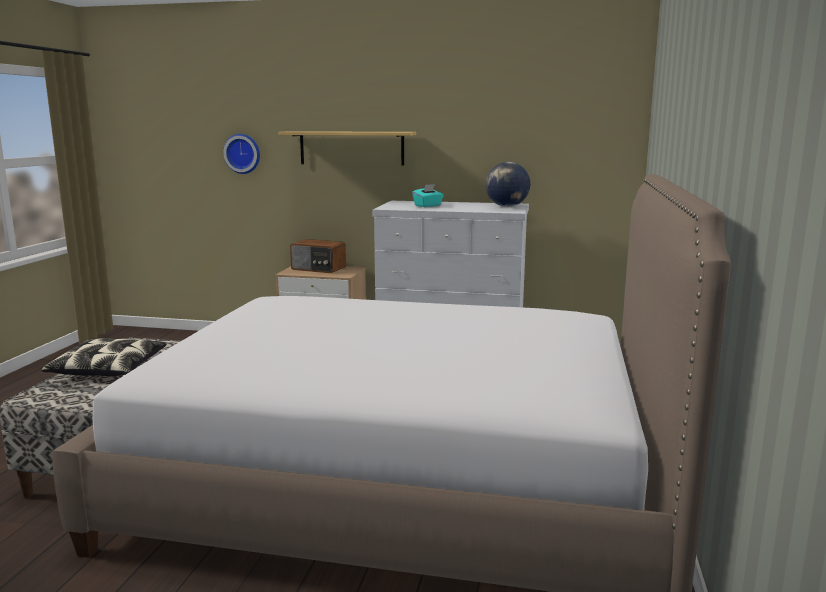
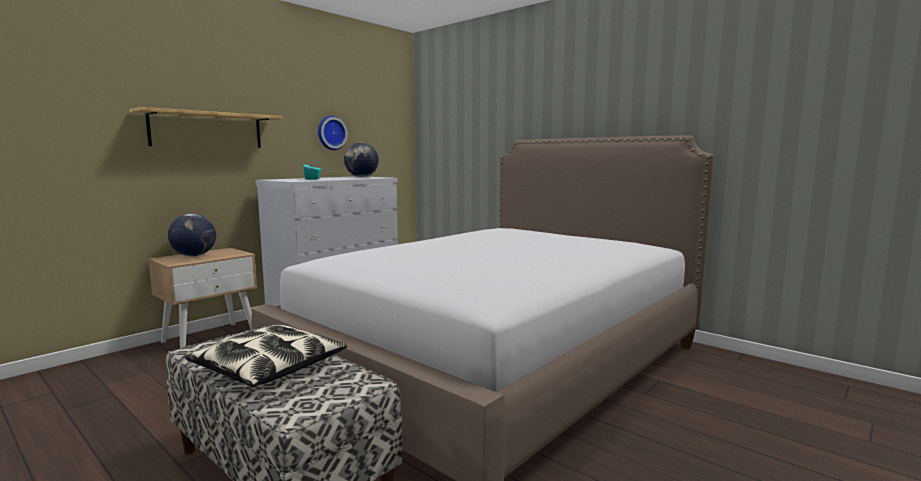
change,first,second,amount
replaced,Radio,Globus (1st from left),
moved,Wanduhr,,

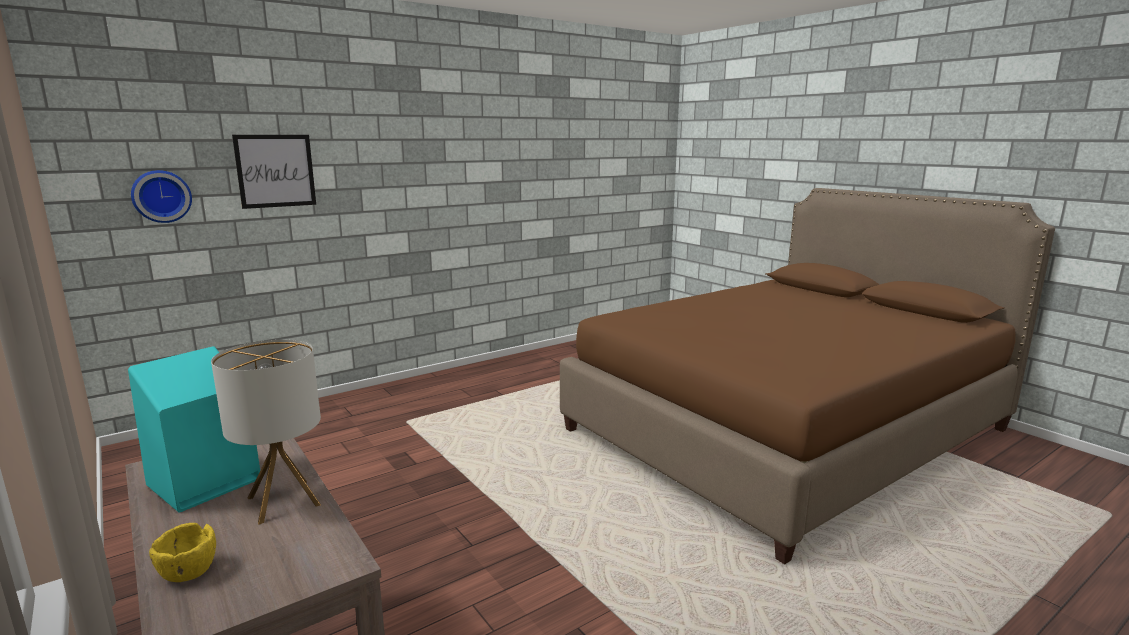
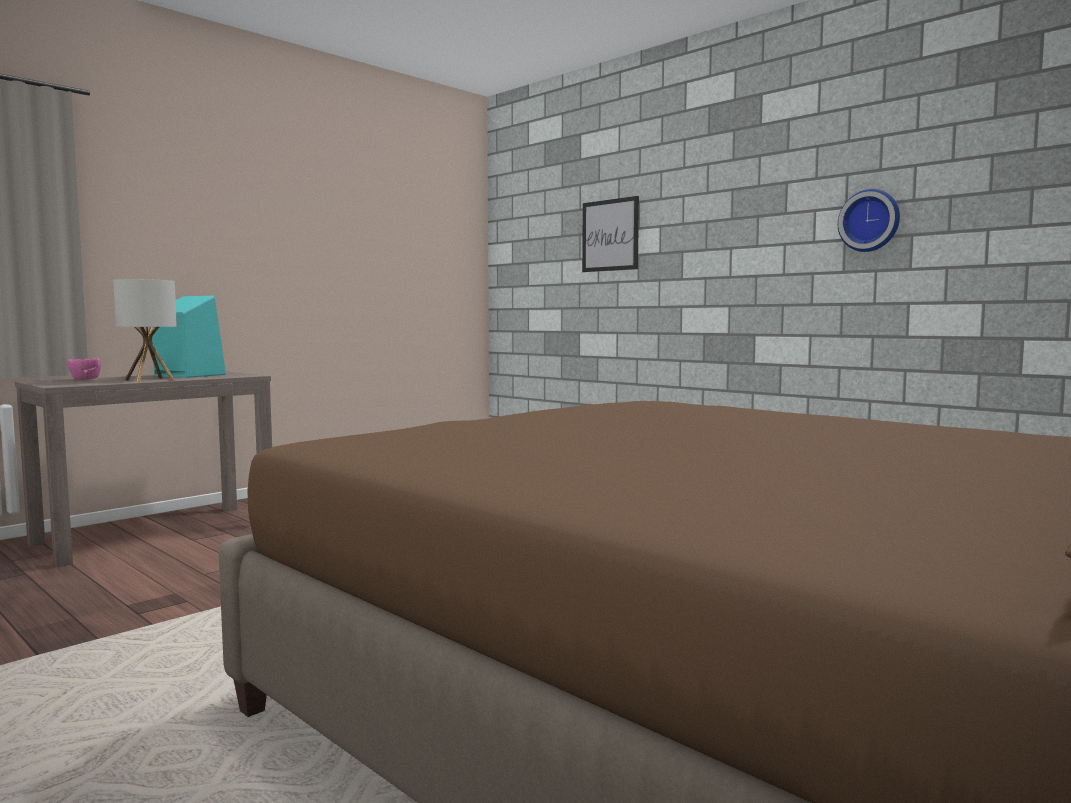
change,first,second,amount
recoloured,Schüssel [gelb],Schüssel [rosa],
moved,Wanduhr,,

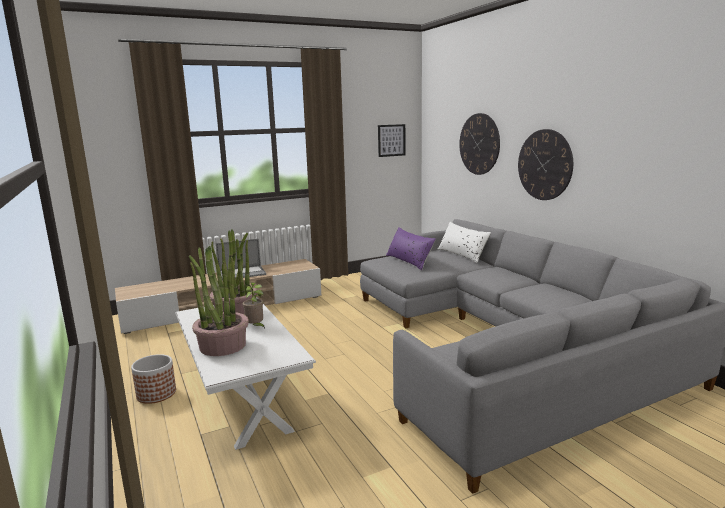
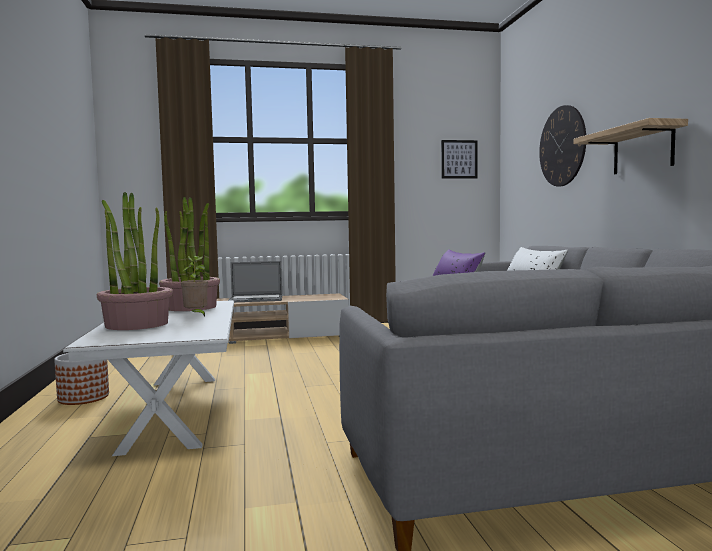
change,first,second,amount
replaced,Wanduhr (2nd from left),Wandregal,

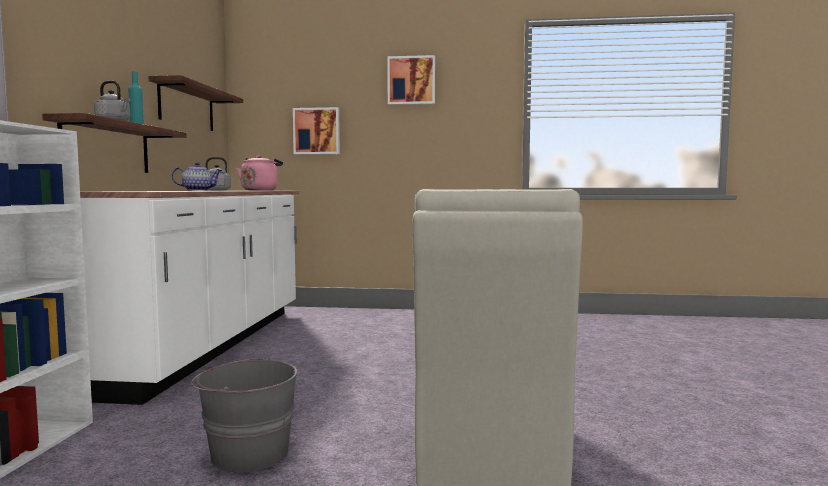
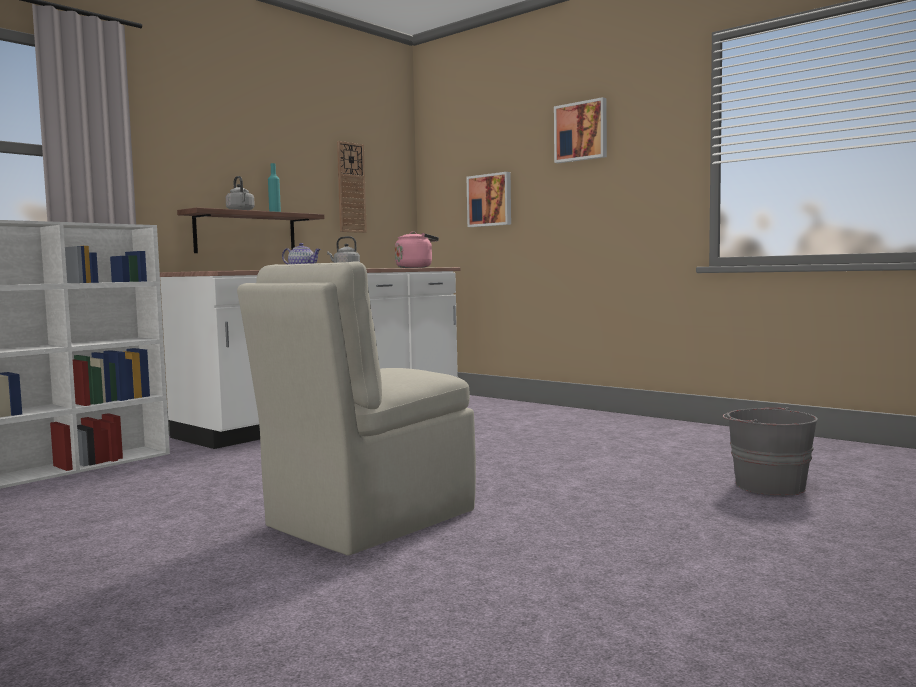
change,first,second,amount
replaced,Wandregal (2nd from left),Wanduhr,
moved,Eimer [grau],,

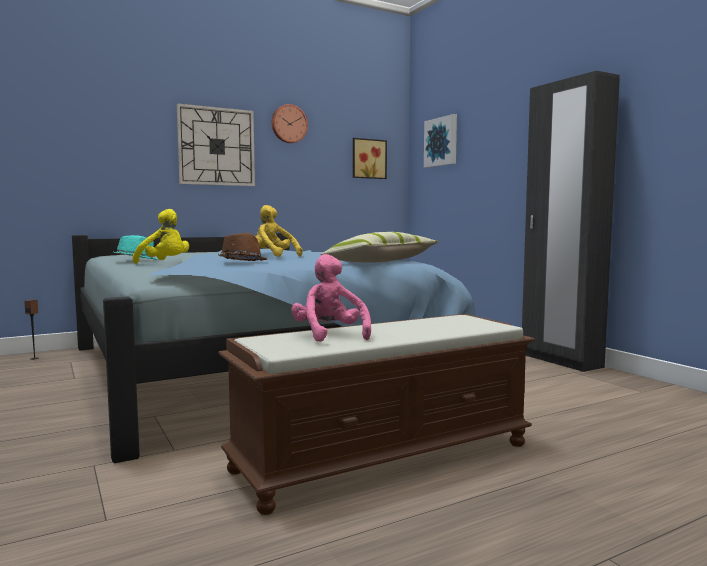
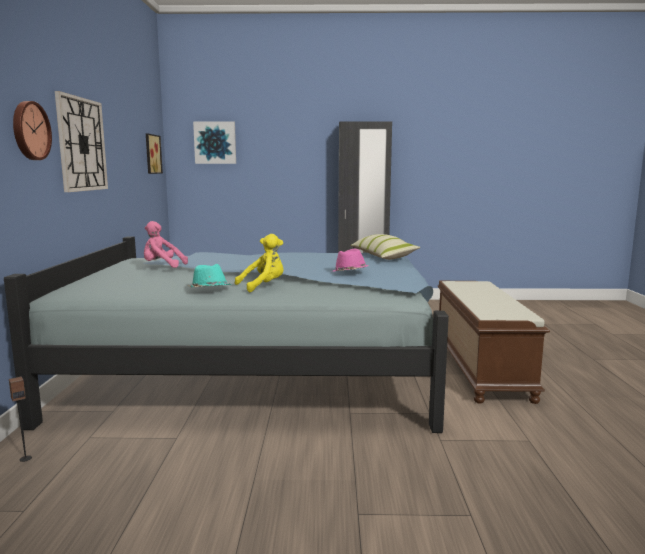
change,first,second,amount
moved,Wanduhr (2nd from left in the first image),Wanduhr (1st from left),
moved,Plüschtier [rosa],,
recoloured,Hut [braun],Hut [rosa],
removed,Plüschtier [gelb] (2nd from left),,

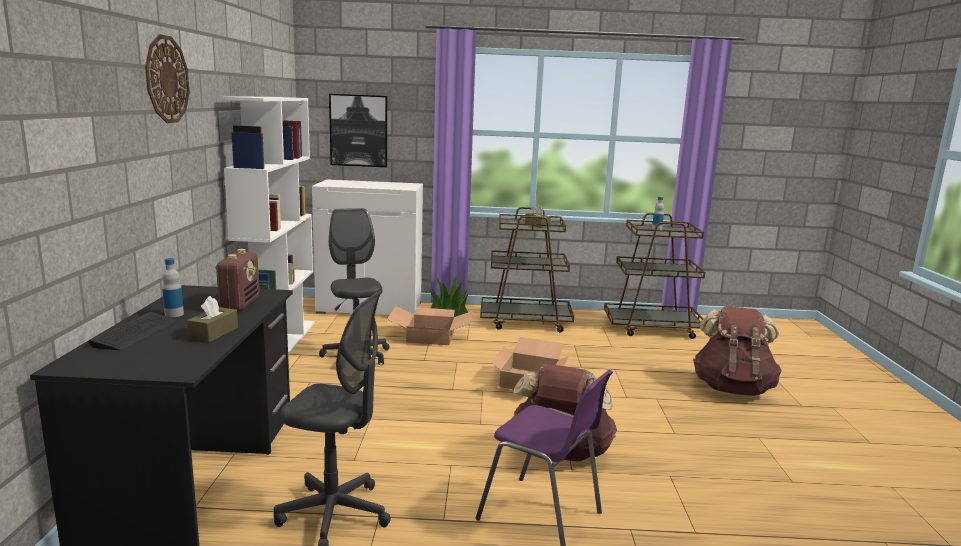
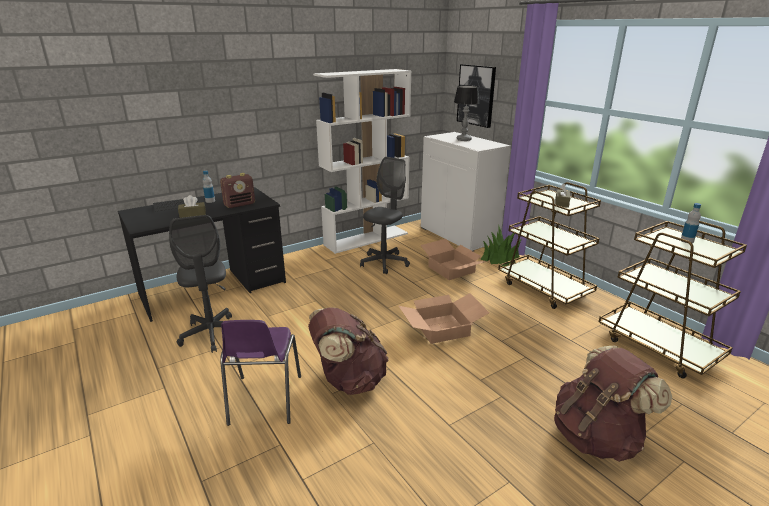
change,first,second,amount
added,,Tischlampe,
removed,Wanduhr,,

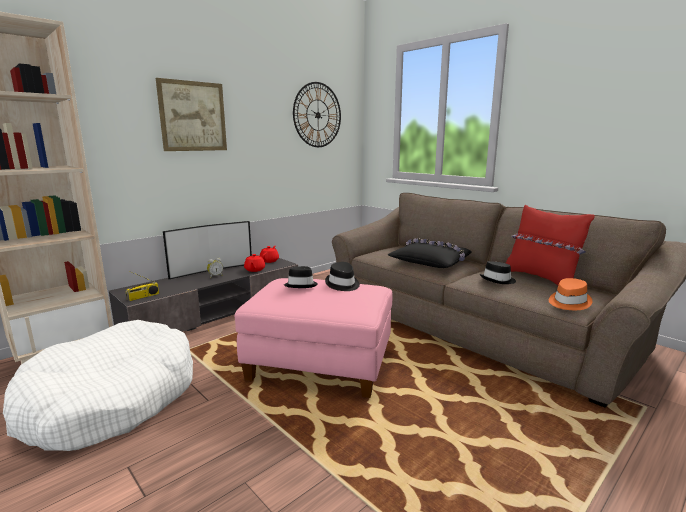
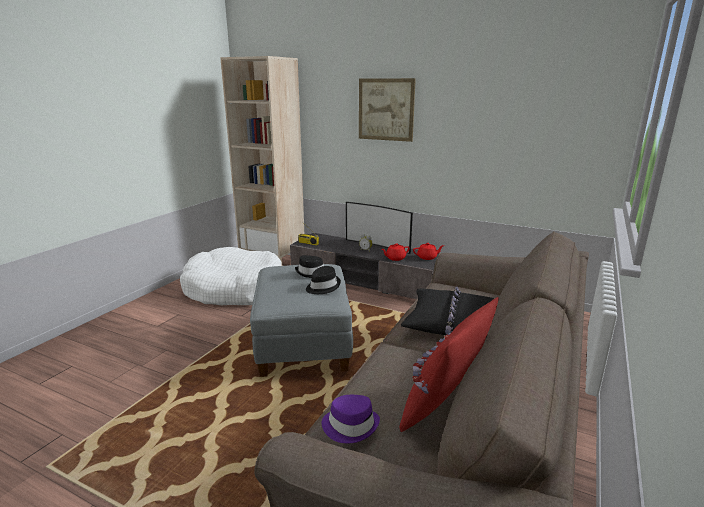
change,first,second,amount
recoloured,Polsterhocker [rosa],Polsterhocker [grau],
recoloured,Hut [orange],Hut [lila],
removed,Wanduhr,,
removed,Hut [schwarz] (3rd from left),,

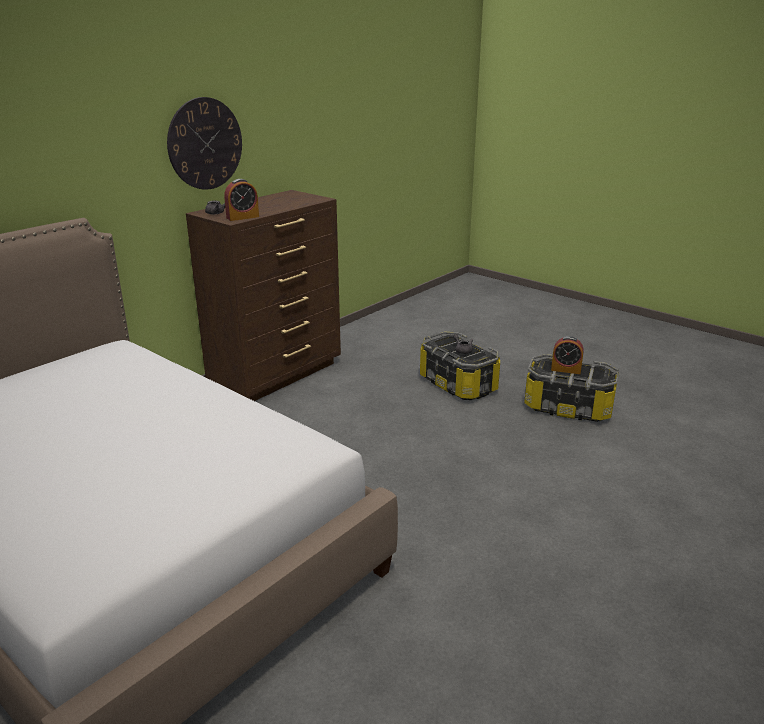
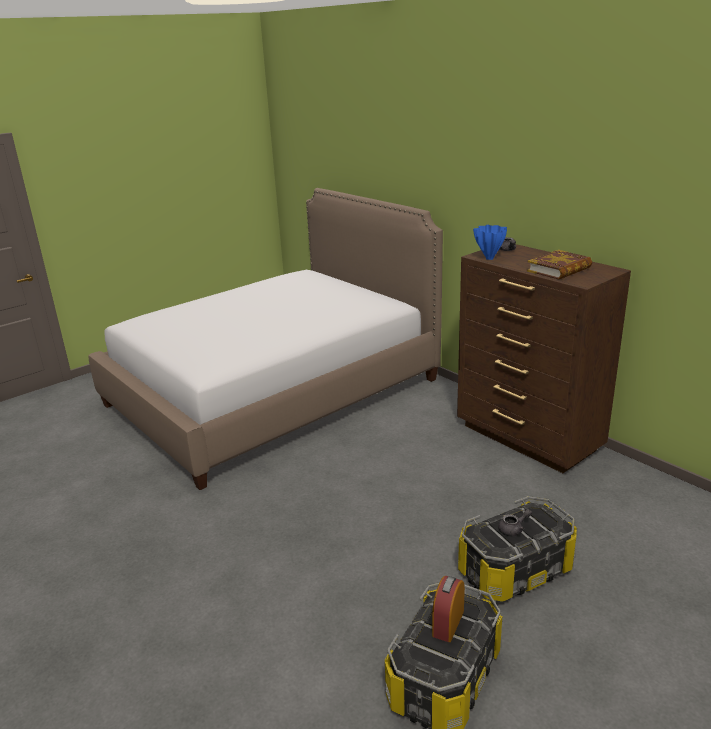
change,first,second,amount
replaced,Wecker (1st from left),Vase [blau],
added,,Buch,
removed,Wanduhr,,

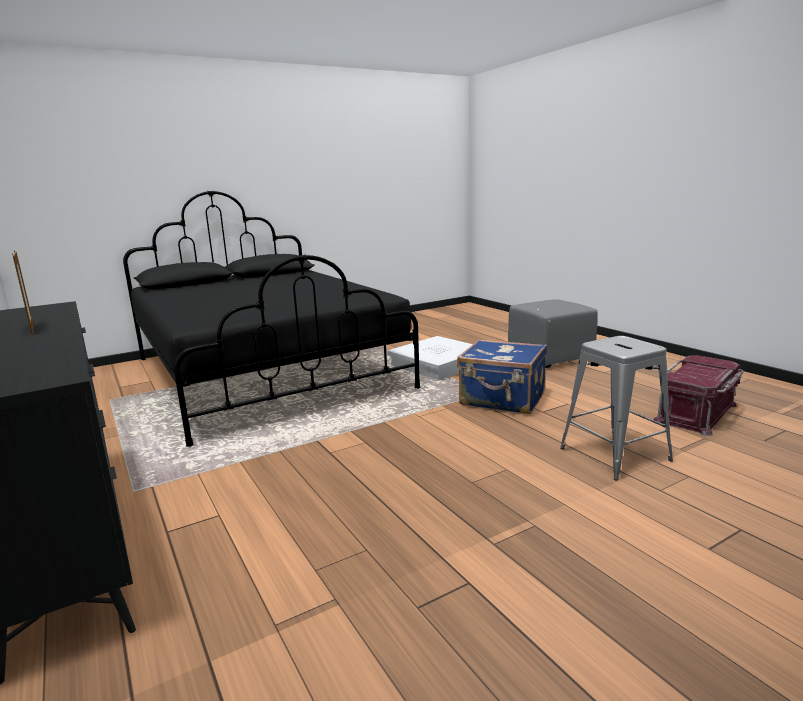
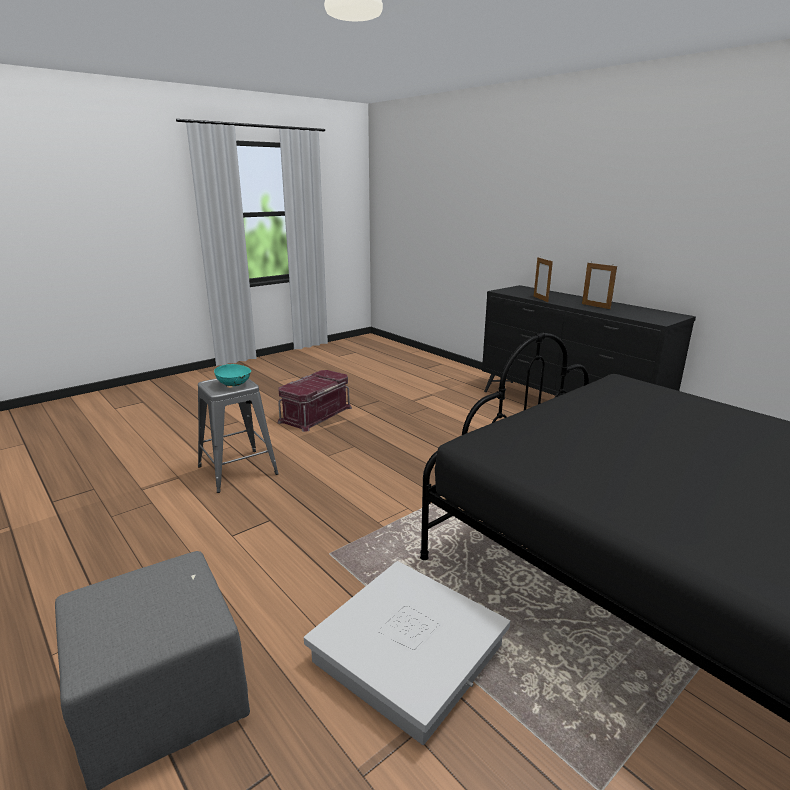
change,first,second,amount
added,,Schüssel [türkis],
moved,Aufbewahrungsbox [rot],,
added,,Bilderrahmen (1st from left),
removed,Koffer [blau],,

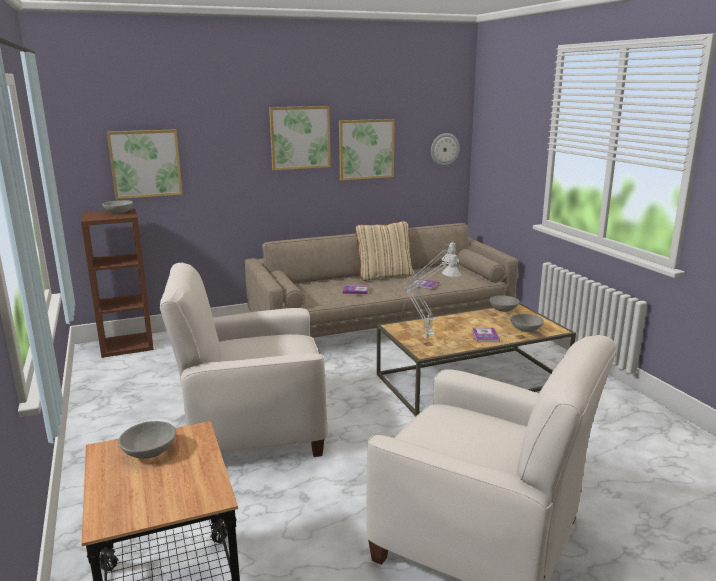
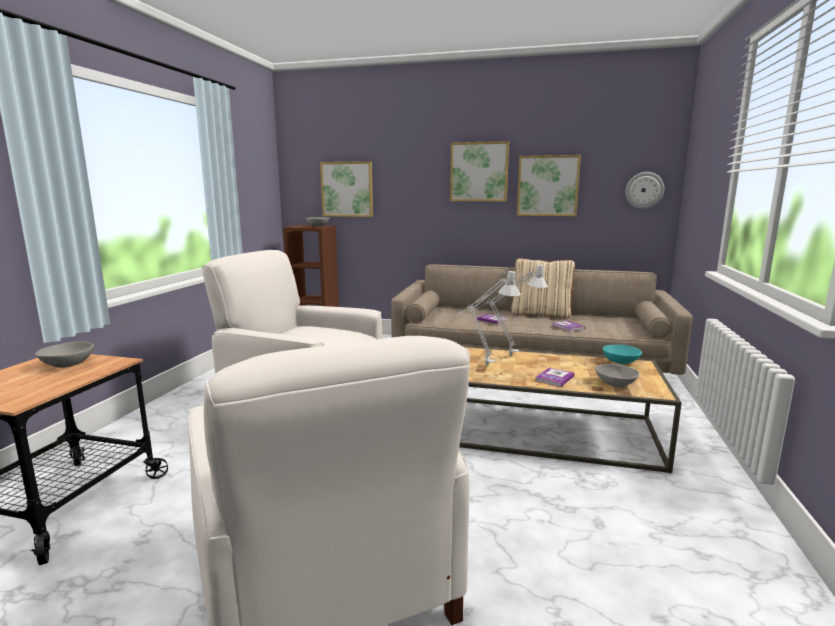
change,first,second,amount
recoloured,Schüssel [grau] (3rd from left),Schüssel [türkis],

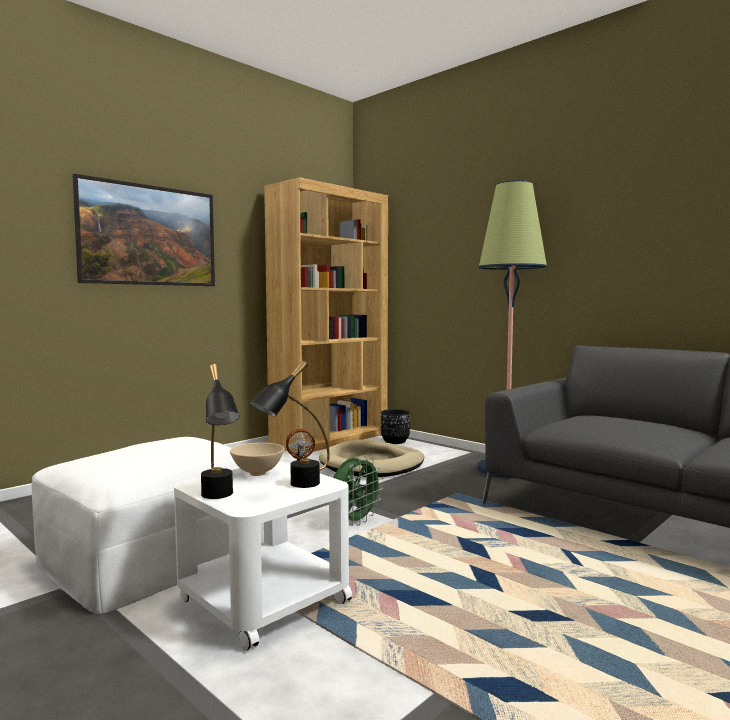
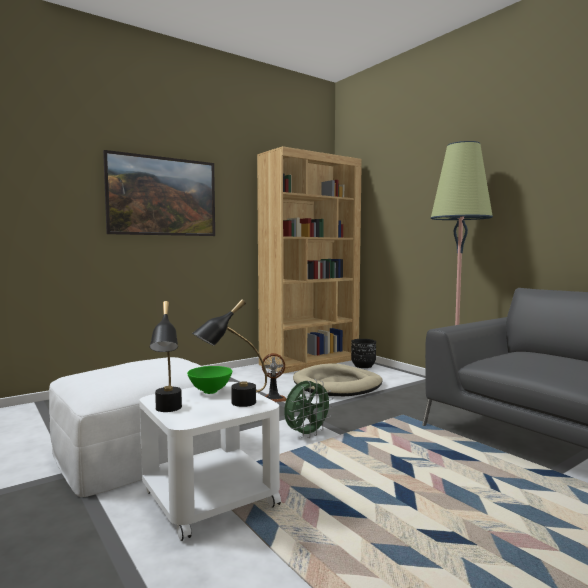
change,first,second,amount
recoloured,Schüssel [beige],Schüssel [grün],

